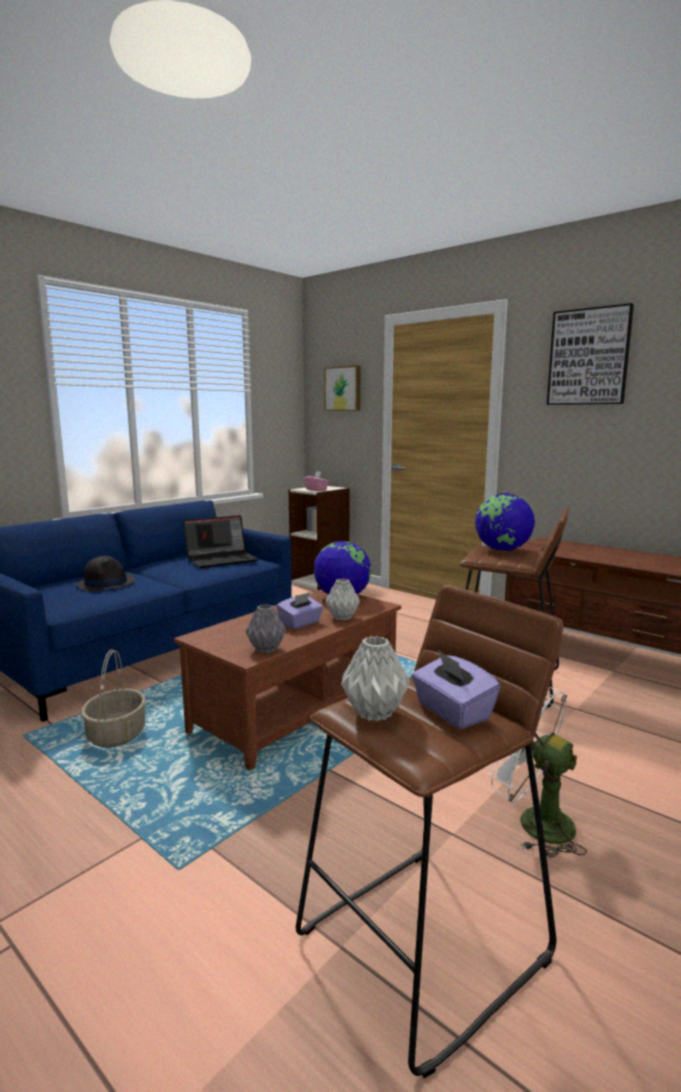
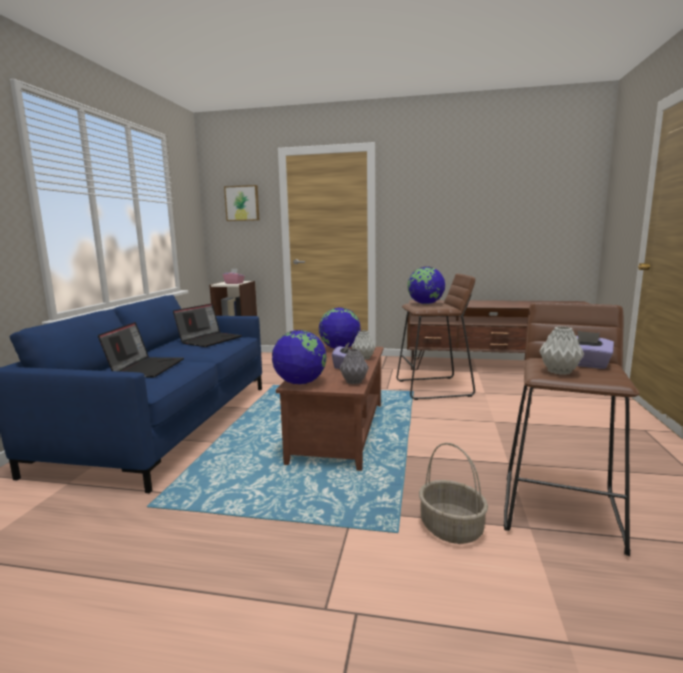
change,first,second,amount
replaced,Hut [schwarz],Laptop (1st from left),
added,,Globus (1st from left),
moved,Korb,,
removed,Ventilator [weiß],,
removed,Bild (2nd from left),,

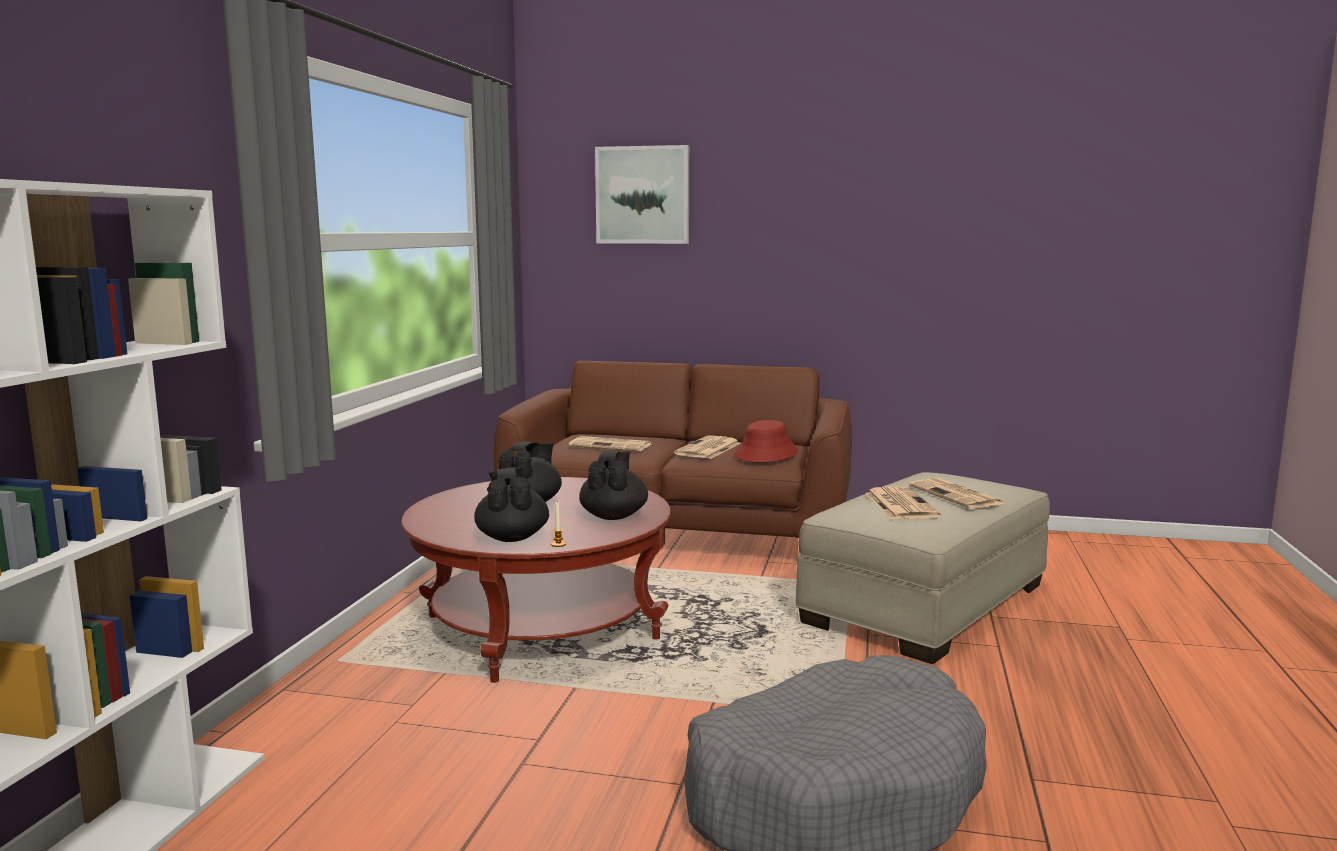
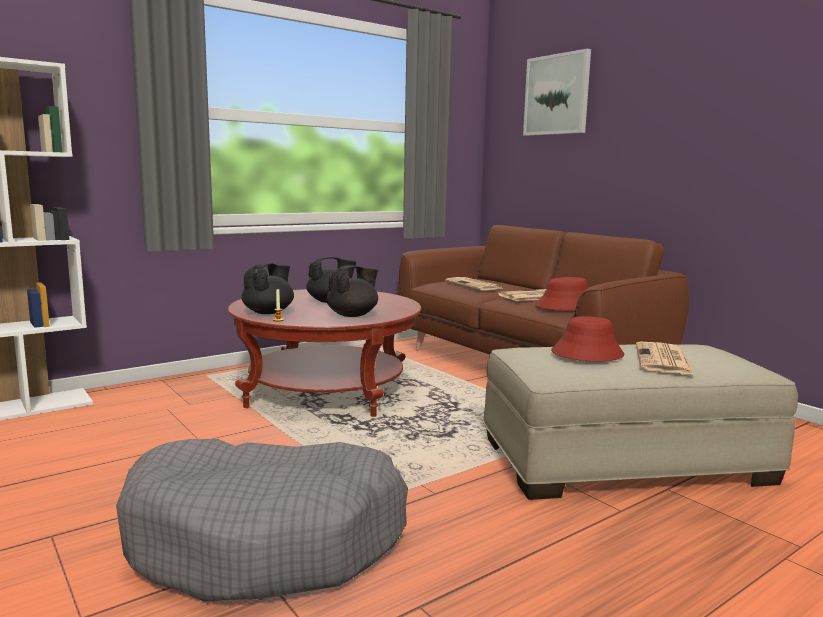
change,first,second,amount
replaced,Zeitung (3rd from left),Hut [rot] (2nd from left),

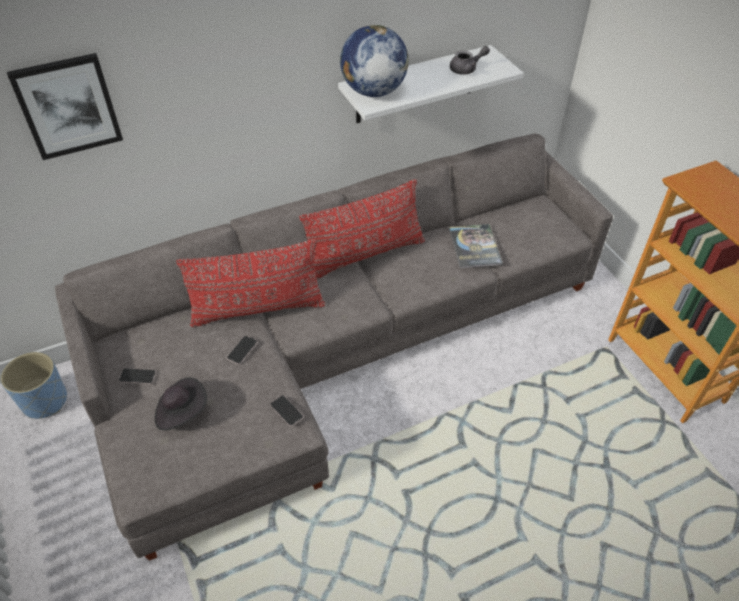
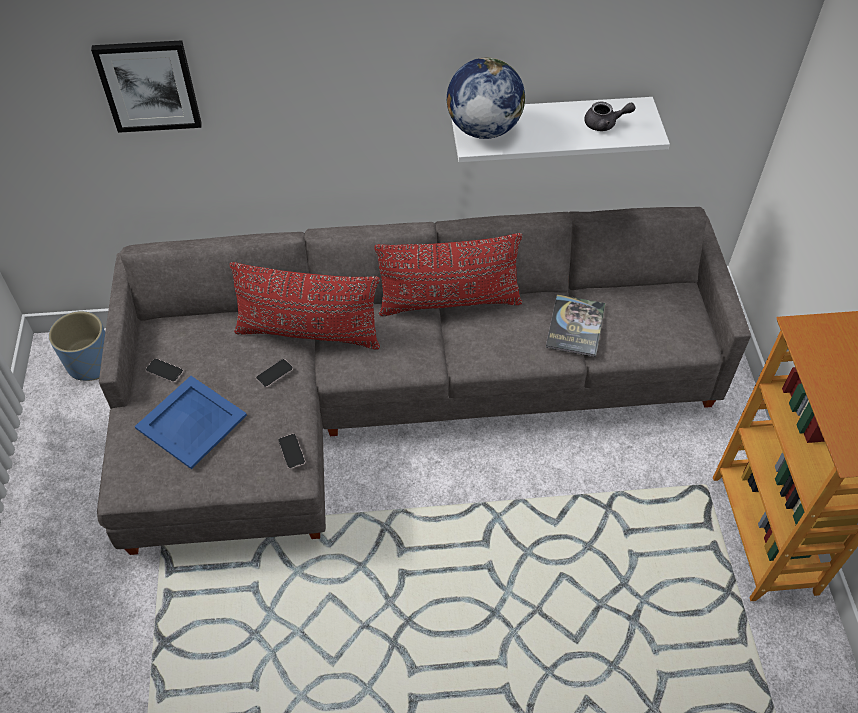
change,first,second,amount
replaced,Hut [schwarz],Tablett [blau],

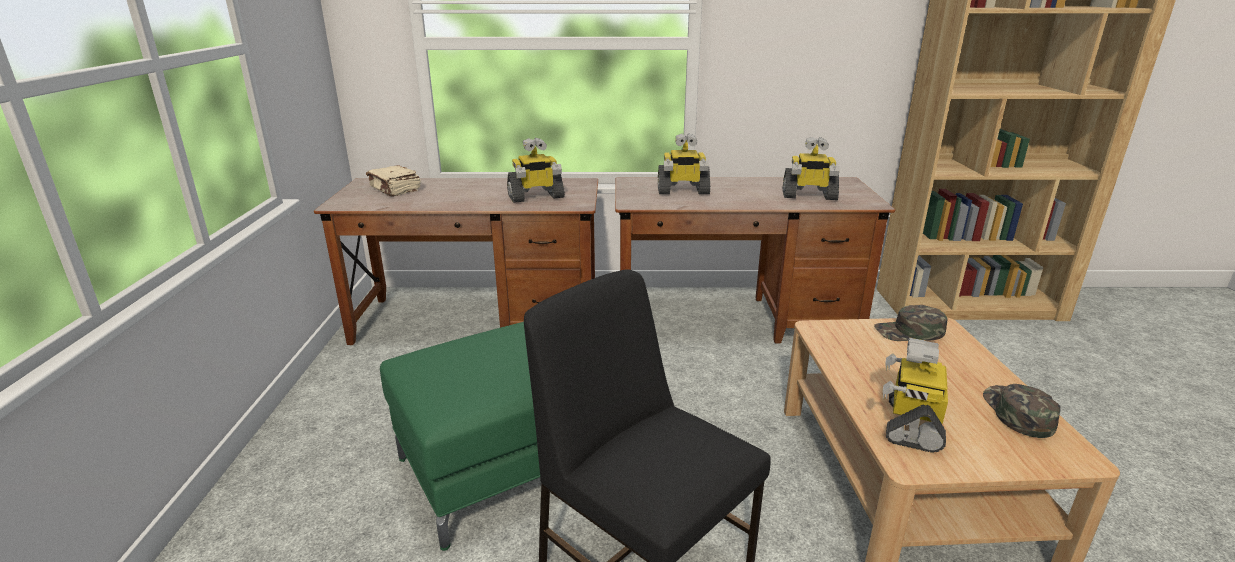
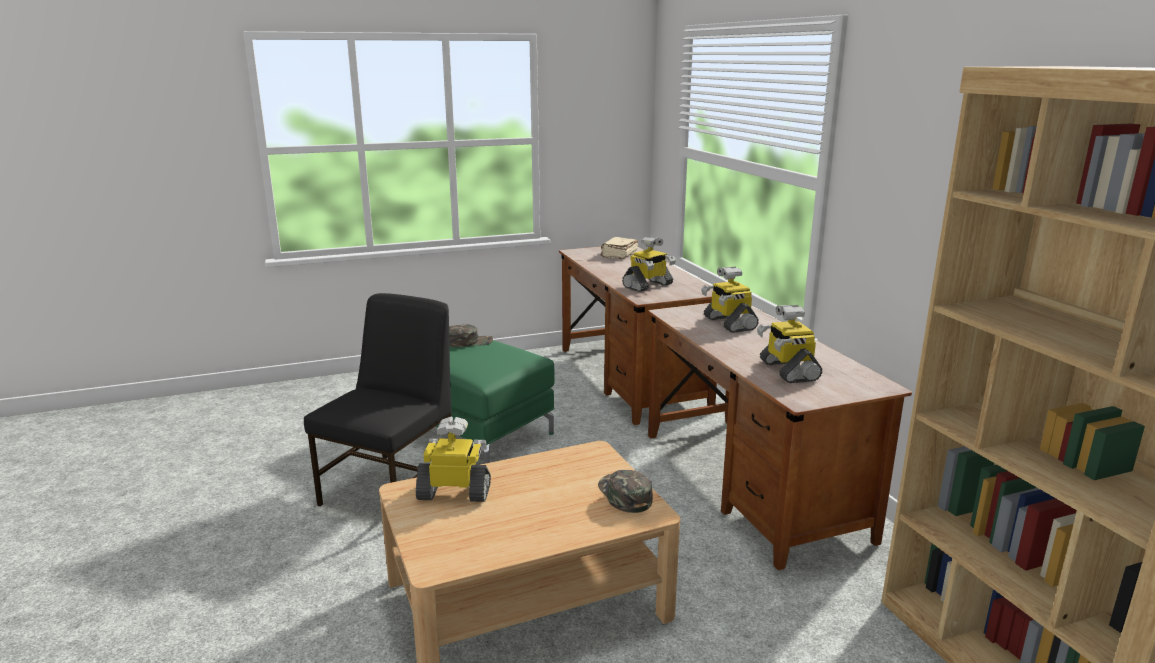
change,first,second,amount
moved,Kappe [grün] (2nd from left in the first image),Kappe [grün] (1st from left),
turned,Spielzeugroboter (1st from left in the first image),Spielzeugroboter (2nd from left),90 degrees counterclockwise

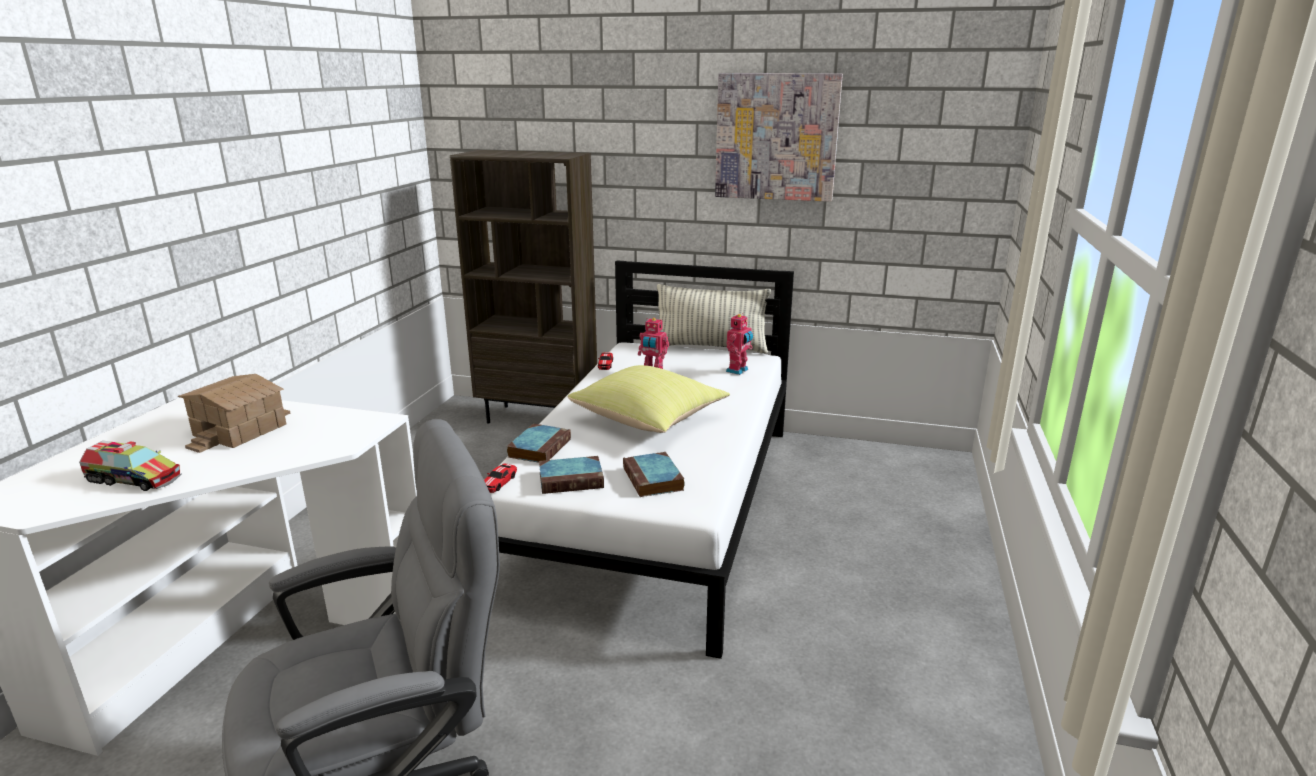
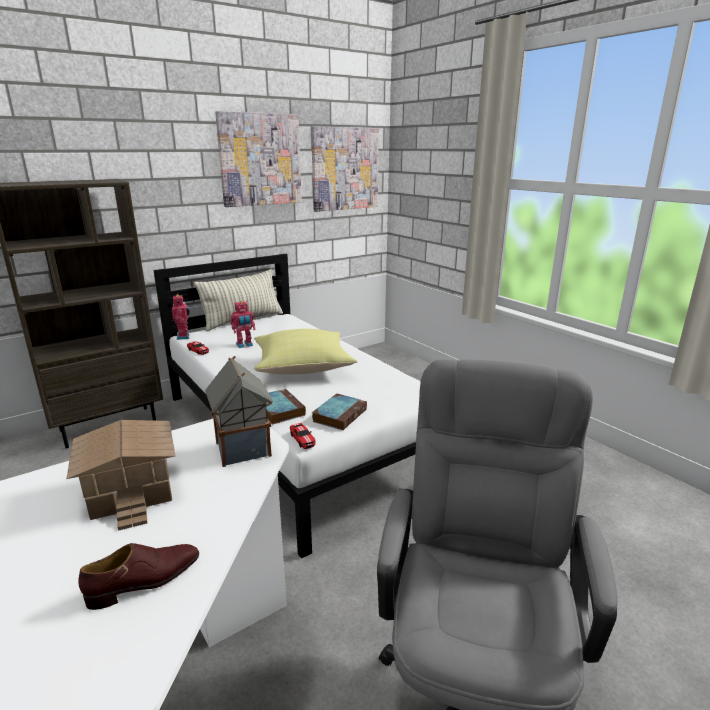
change,first,second,amount
replaced,Spielzeuglaster,Schuh [braun],
moved,Spielzeugroboter (2nd from left in the first image),Spielzeugroboter (1st from left),
added,,Spielzeughaus (2nd from left),
added,,Bild (2nd from left),
removed,Buch (3rd from left),,

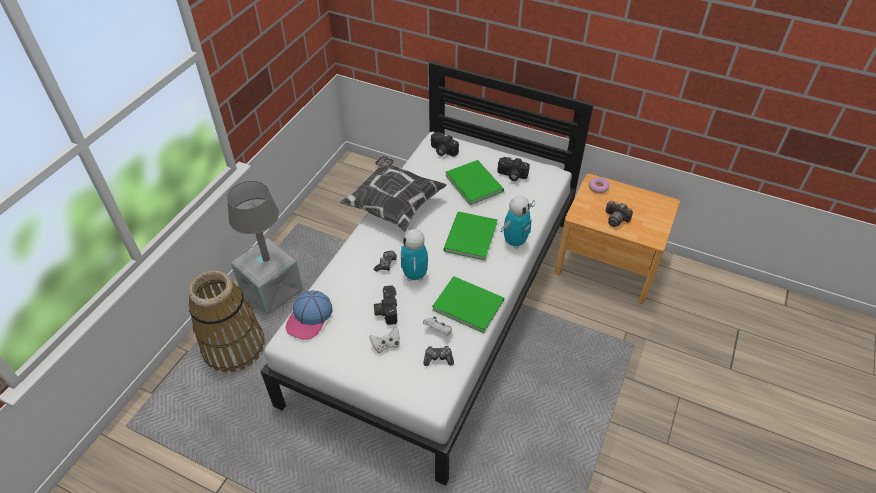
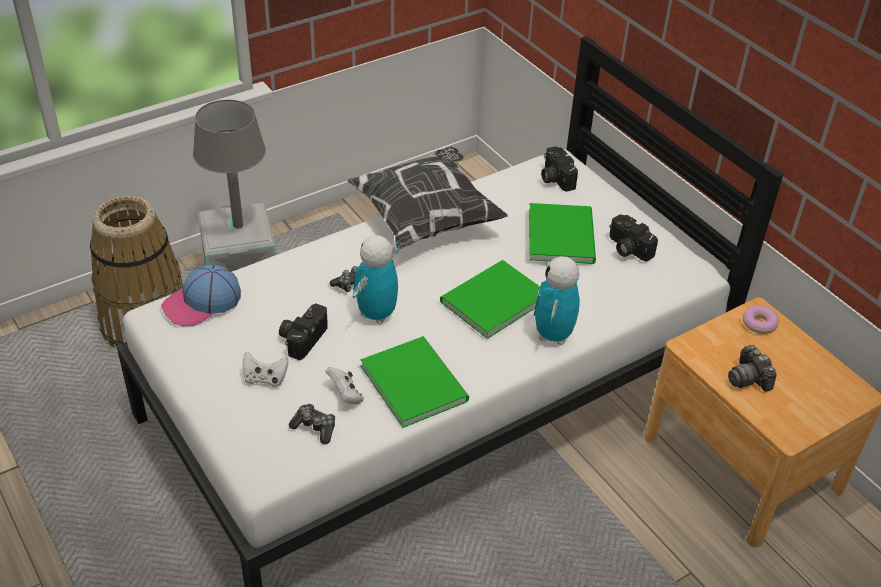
change,first,second,amount
turned,Spielzeugroboter (2nd from left),,120 degrees clockwise

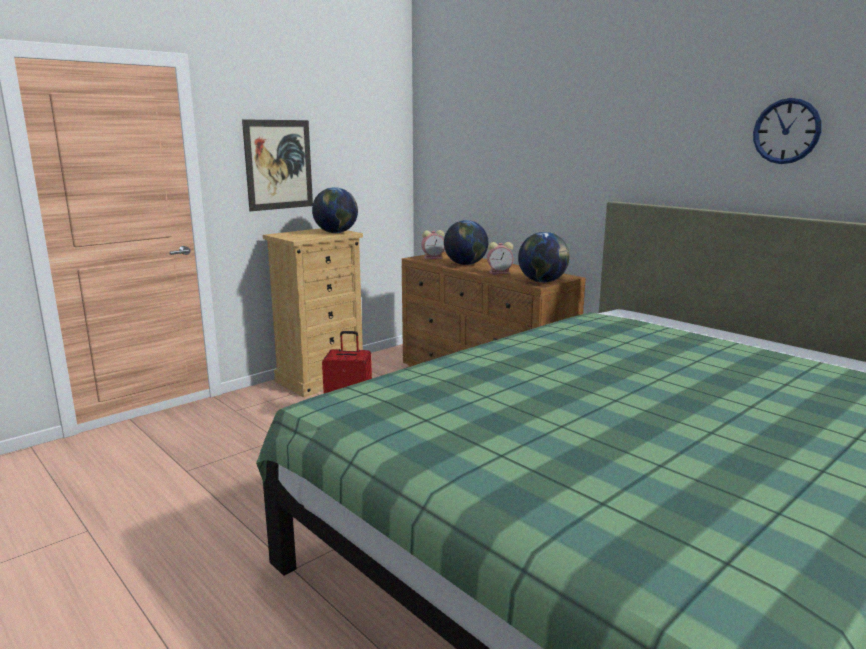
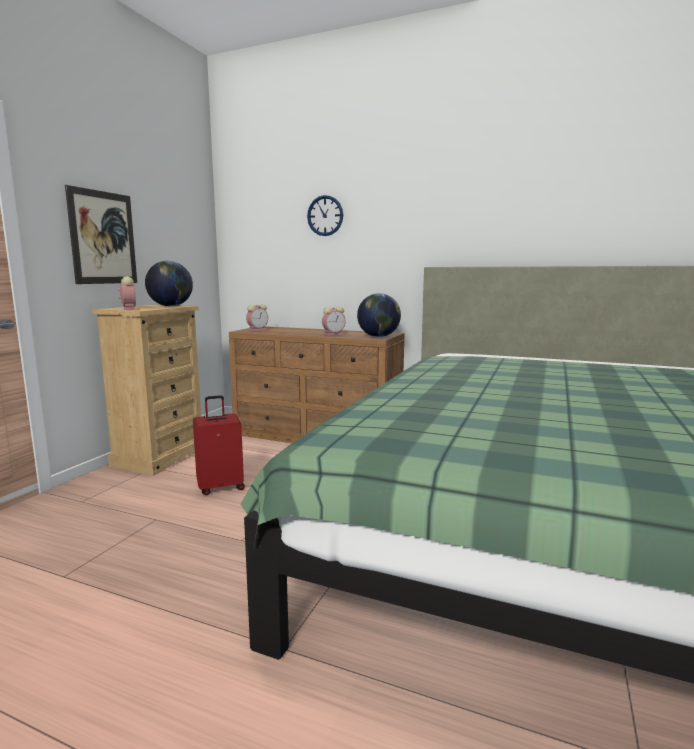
change,first,second,amount
added,,Wecker (1st from left),
moved,Wanduhr,,
removed,Globus (2nd from left),,

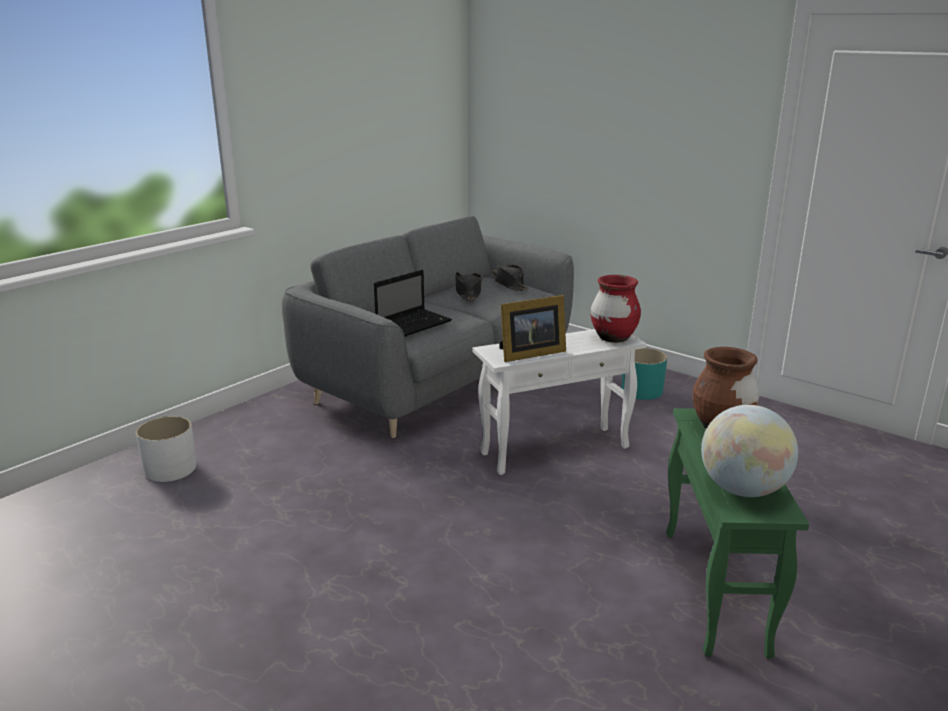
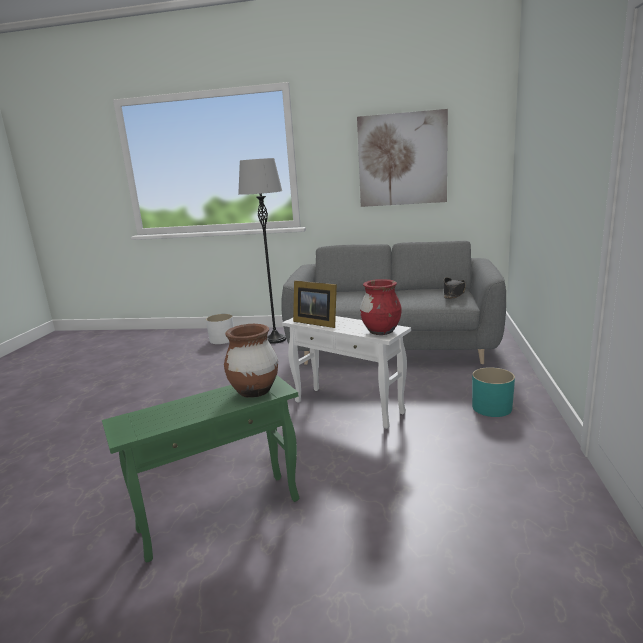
change,first,second,amount
added,,Stehlampe [grau],
added,,Bild,
removed,Laptop,,
removed,Hut [schwarz] (1st from left),,
removed,Globus,,

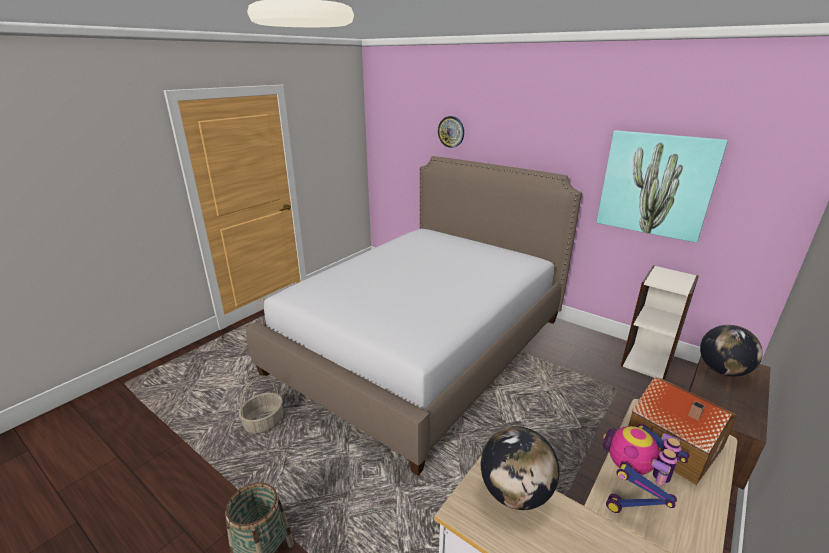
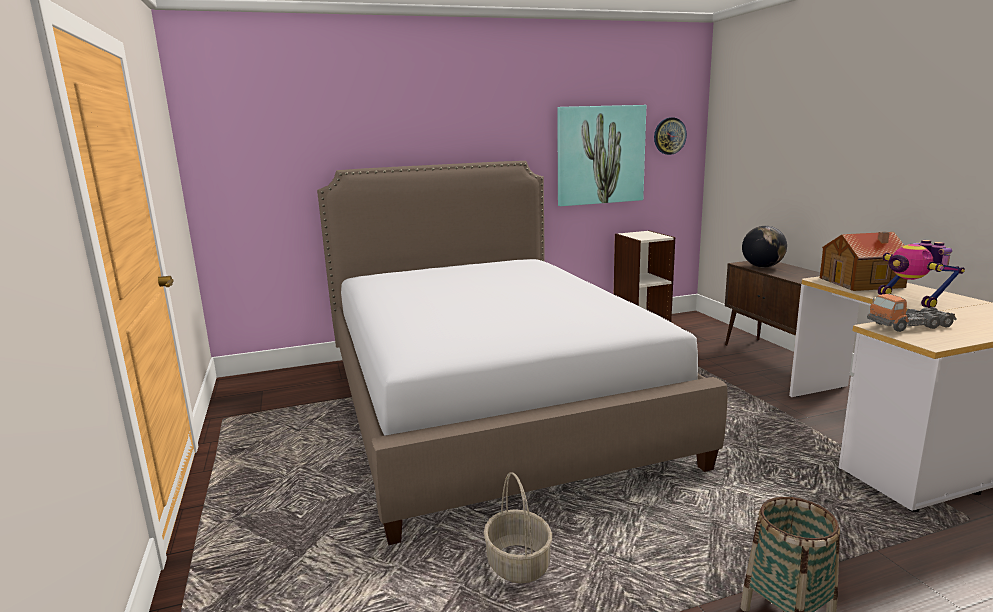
change,first,second,amount
moved,Wanduhr,,
replaced,Globus (1st from left),Spielzeuglaster,

